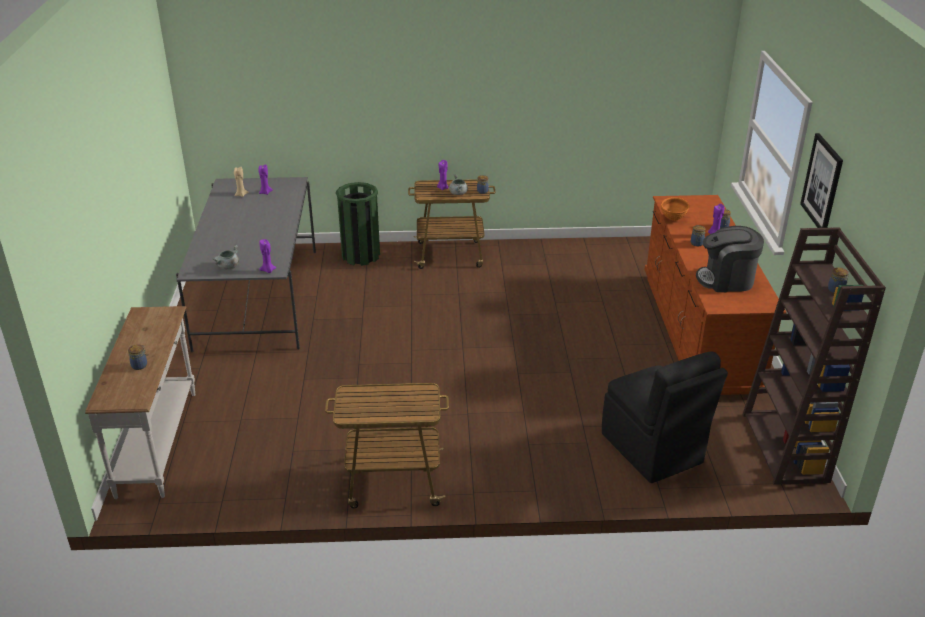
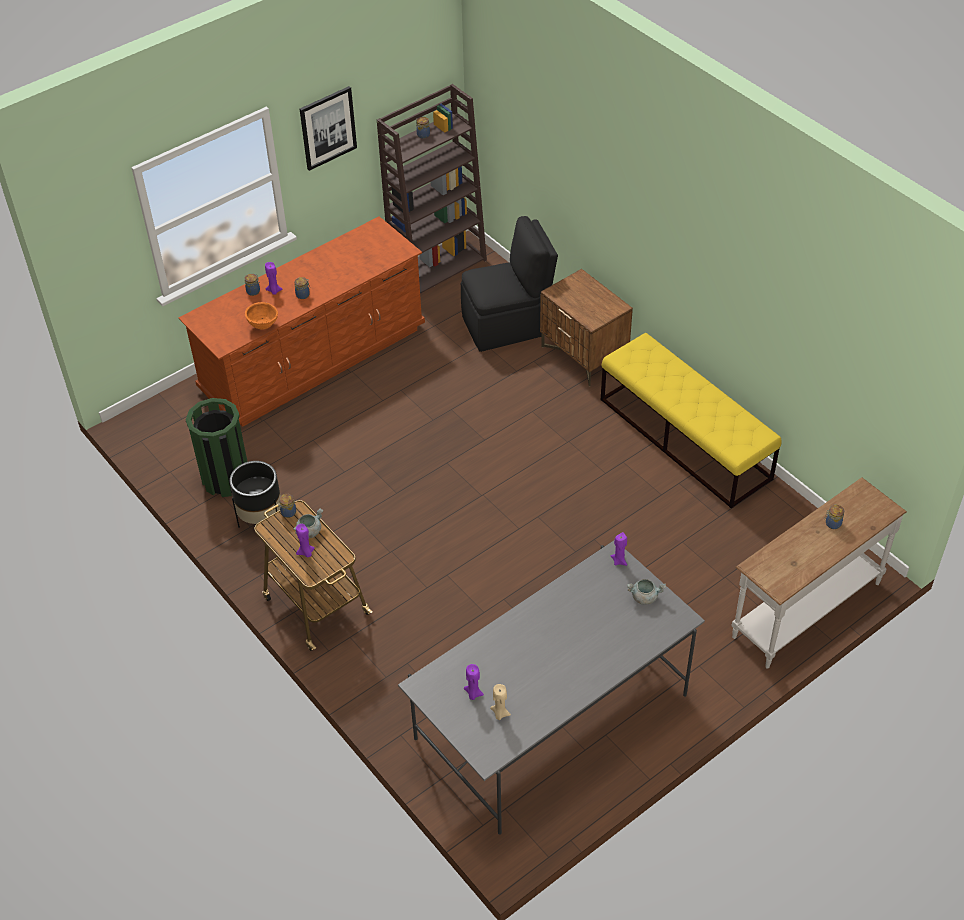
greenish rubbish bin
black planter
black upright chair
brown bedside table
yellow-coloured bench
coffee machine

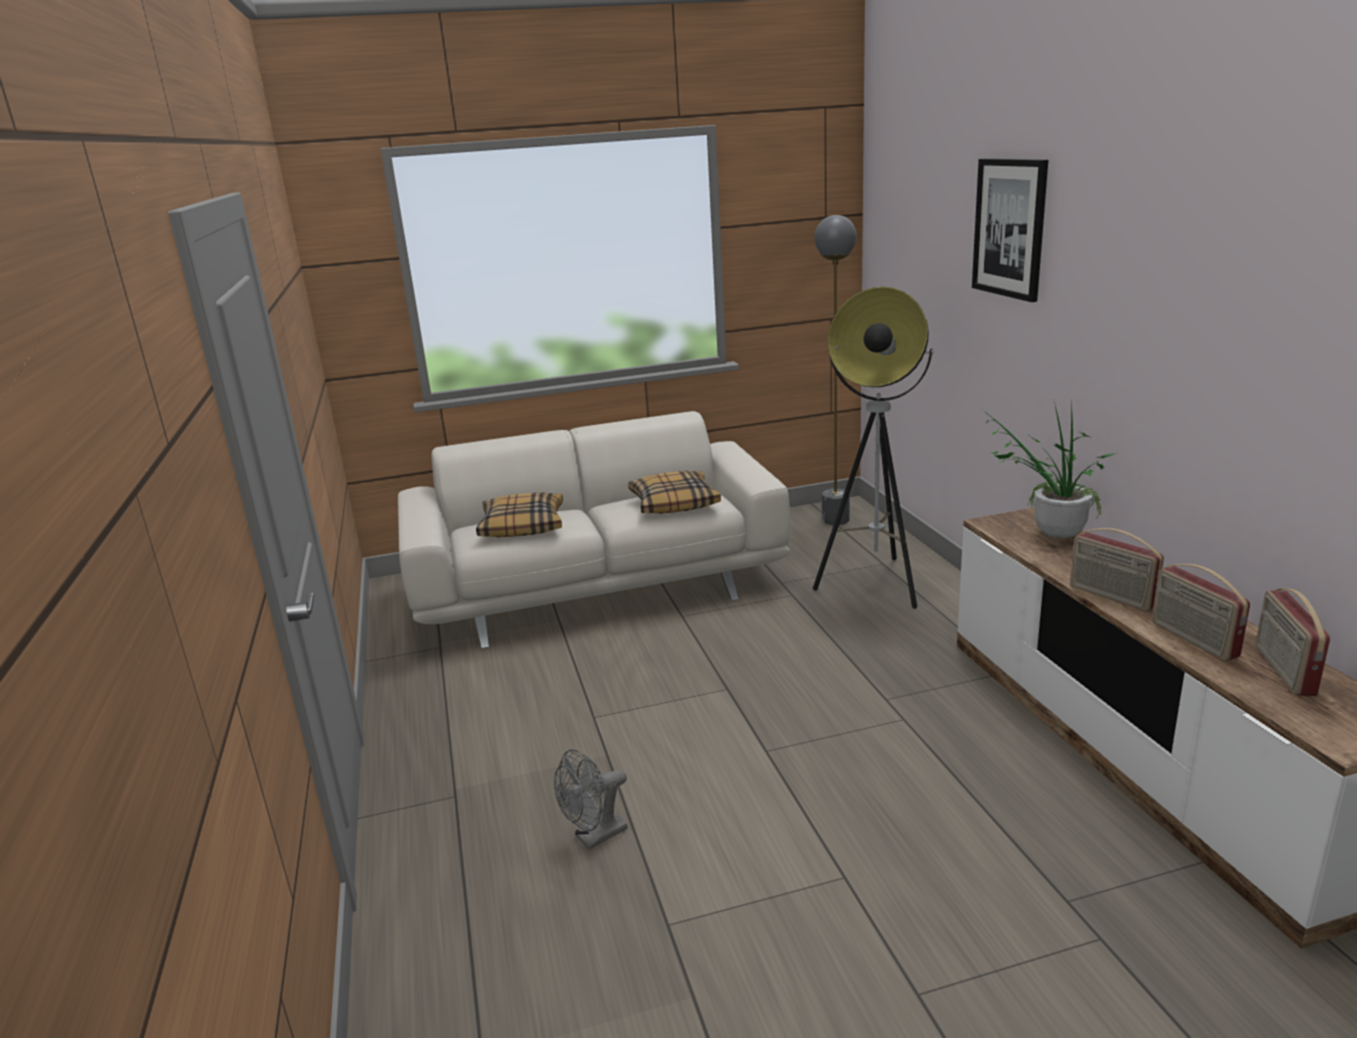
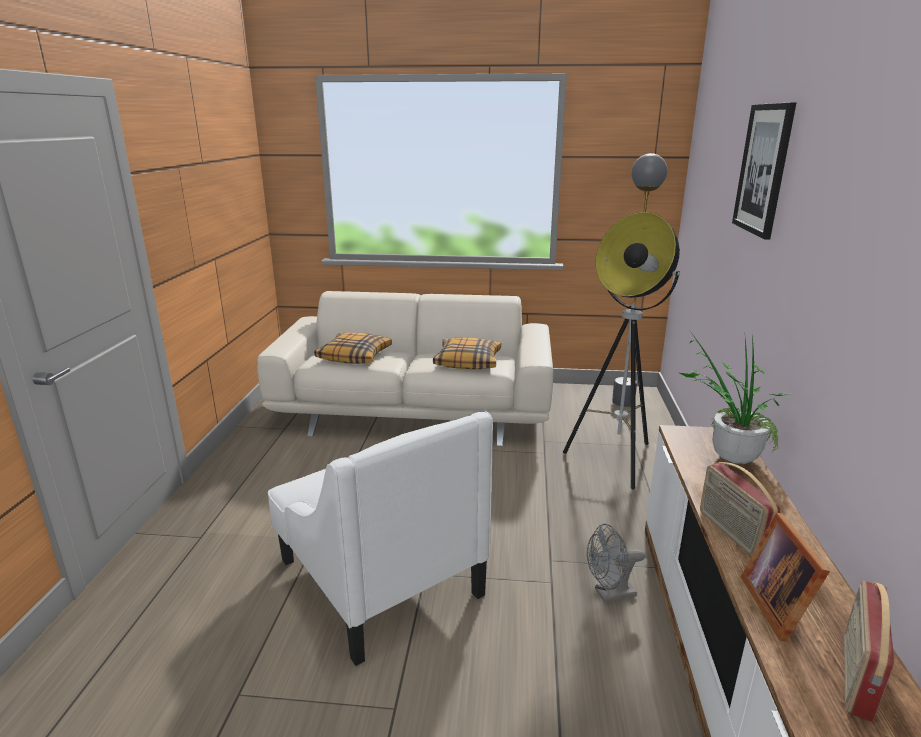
white-coloured lounge chair
greyish cooling fan
photo frame

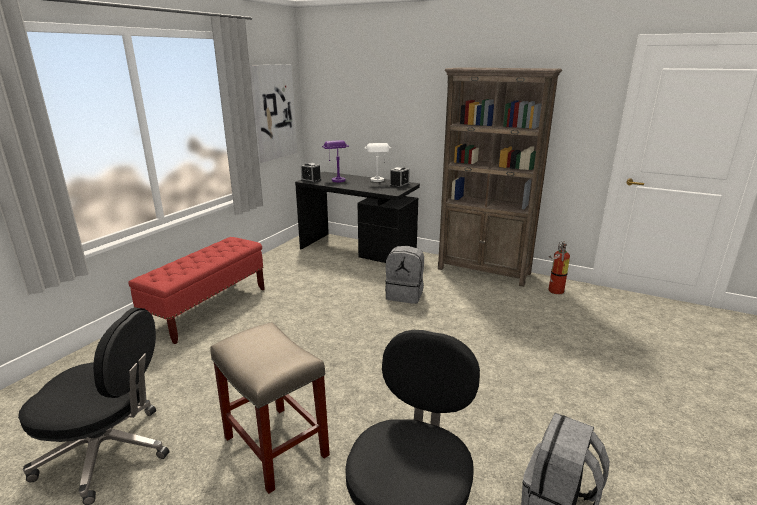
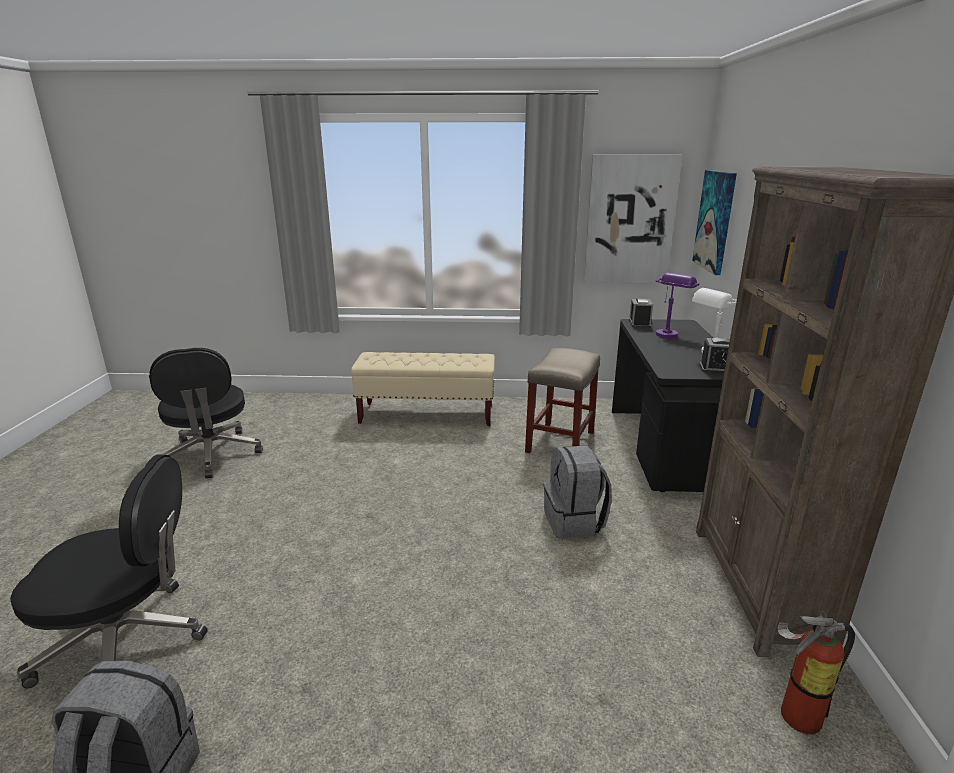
beige bench
beige stool
wall art (no. 2 from left)

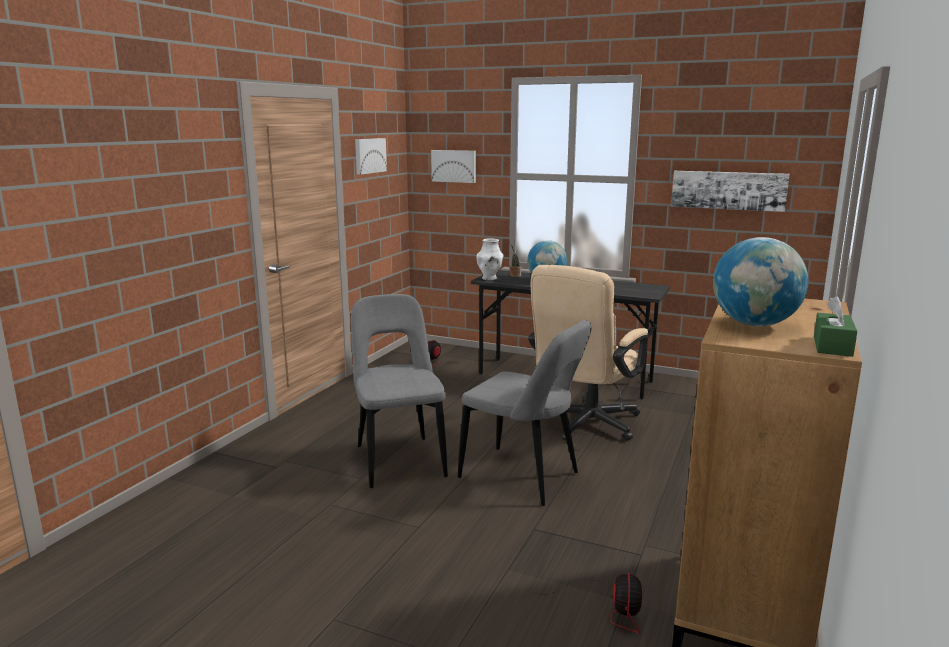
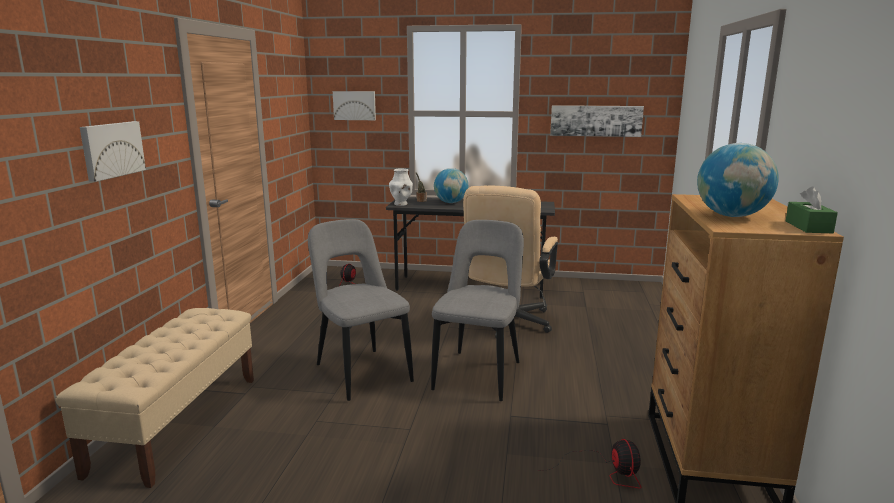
beige bench
wall art (no. 1 from left)
greyish upright chair (no. 2 from left)

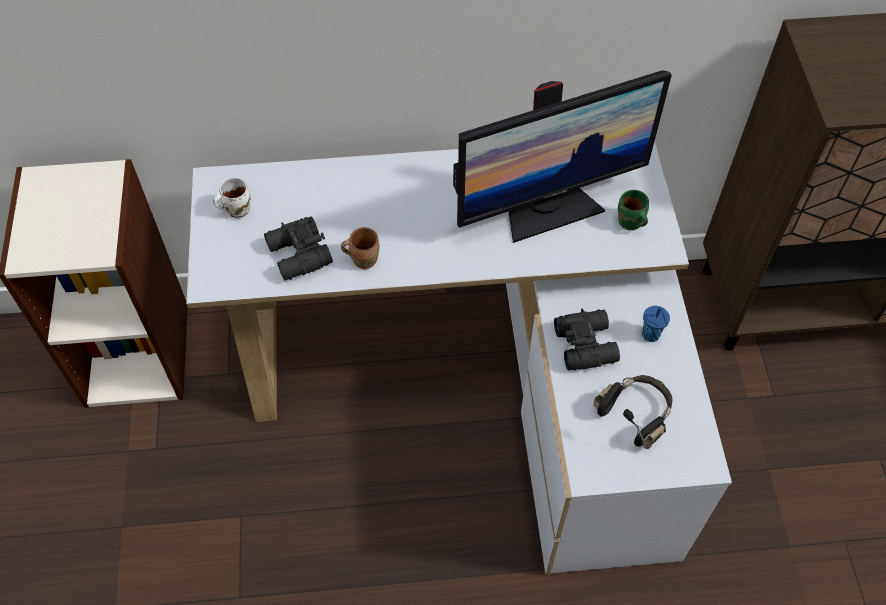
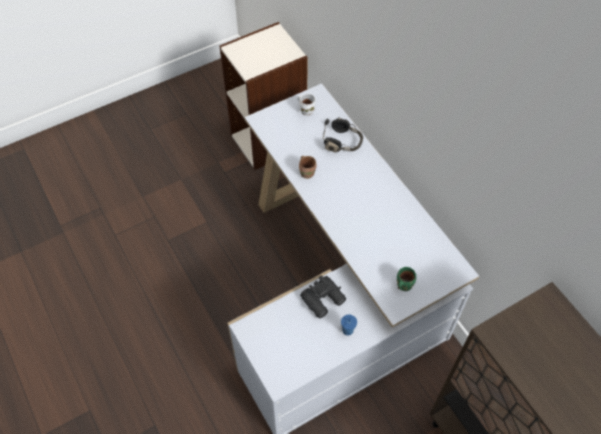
black headphones
black binoculars (no. 1 from left in the first image)
computer screen

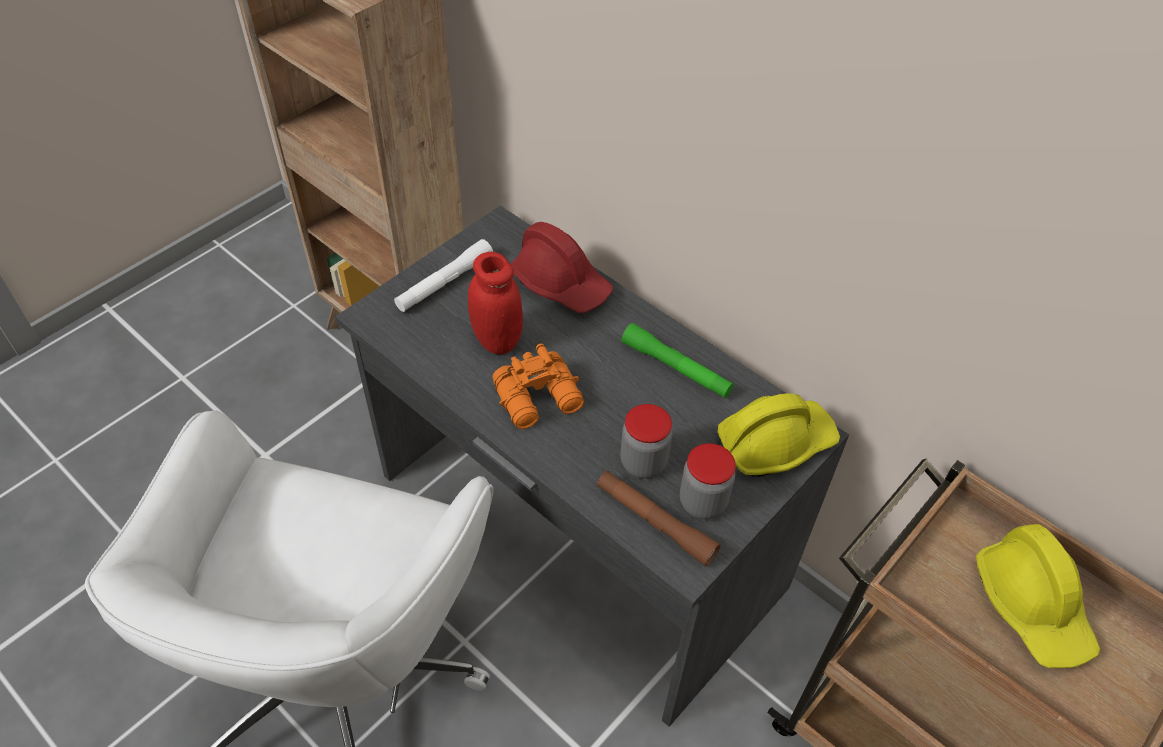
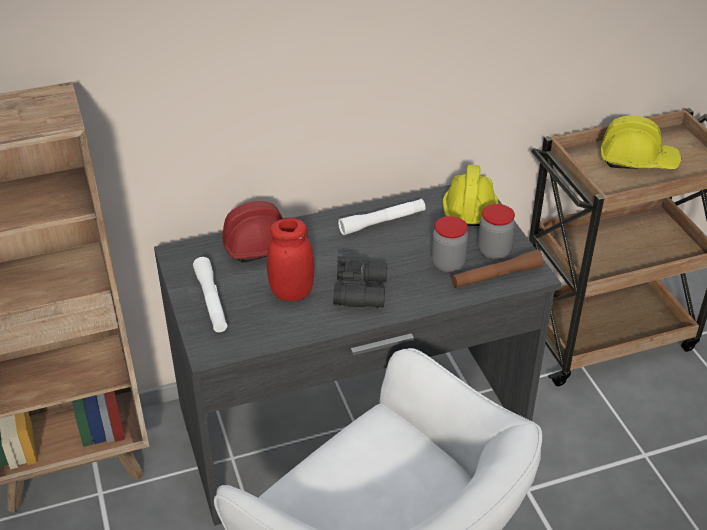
black binoculars
white-coloured flashlight (no. 2 from left)

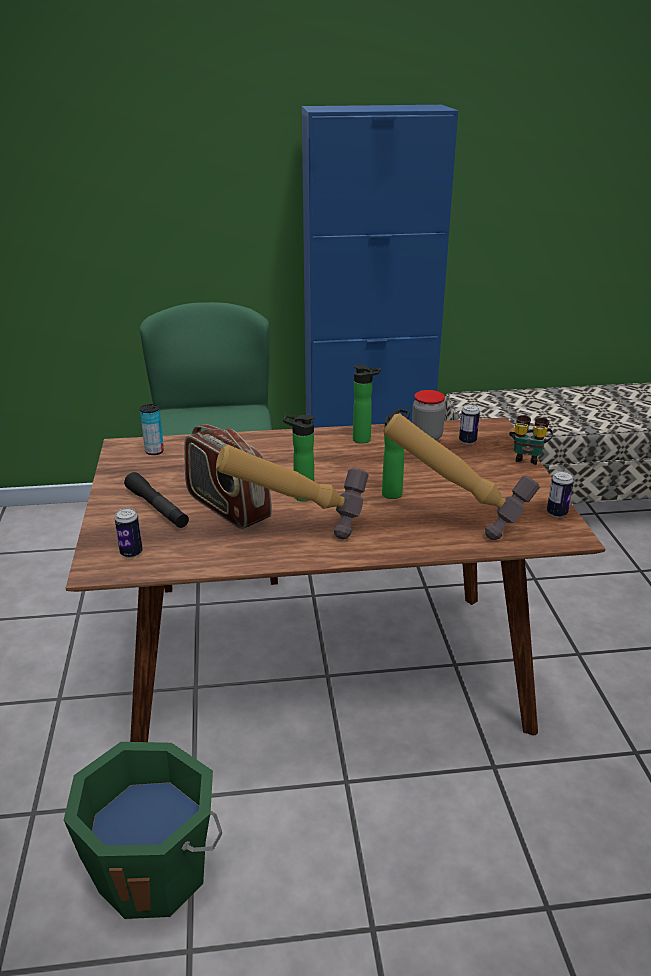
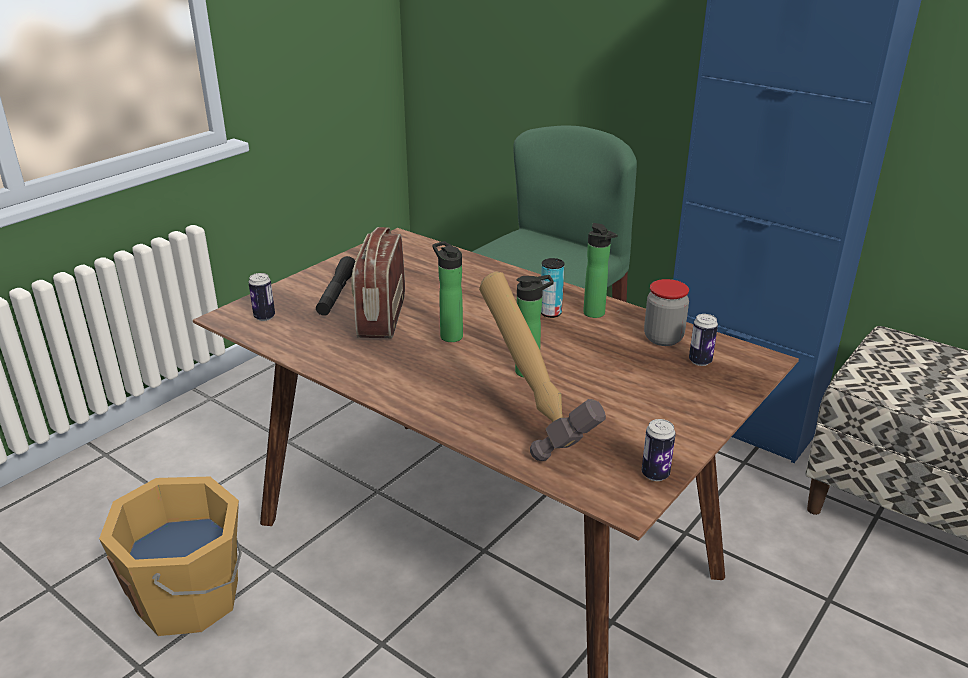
orange bucket
sealed can (no. 2 from left)
hammer (no. 1 from left in the first image)
binoculars

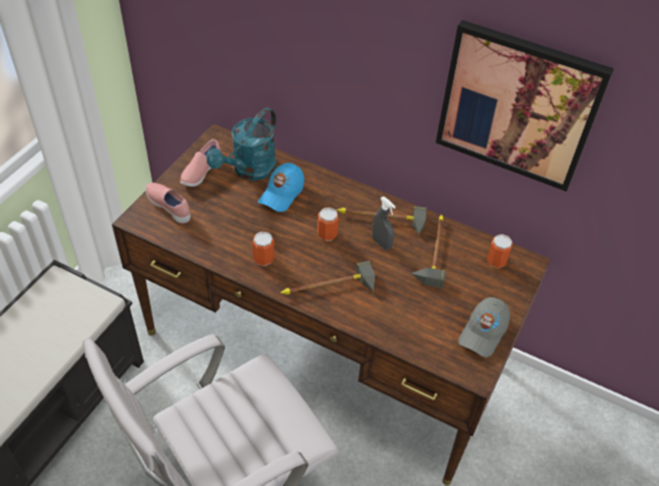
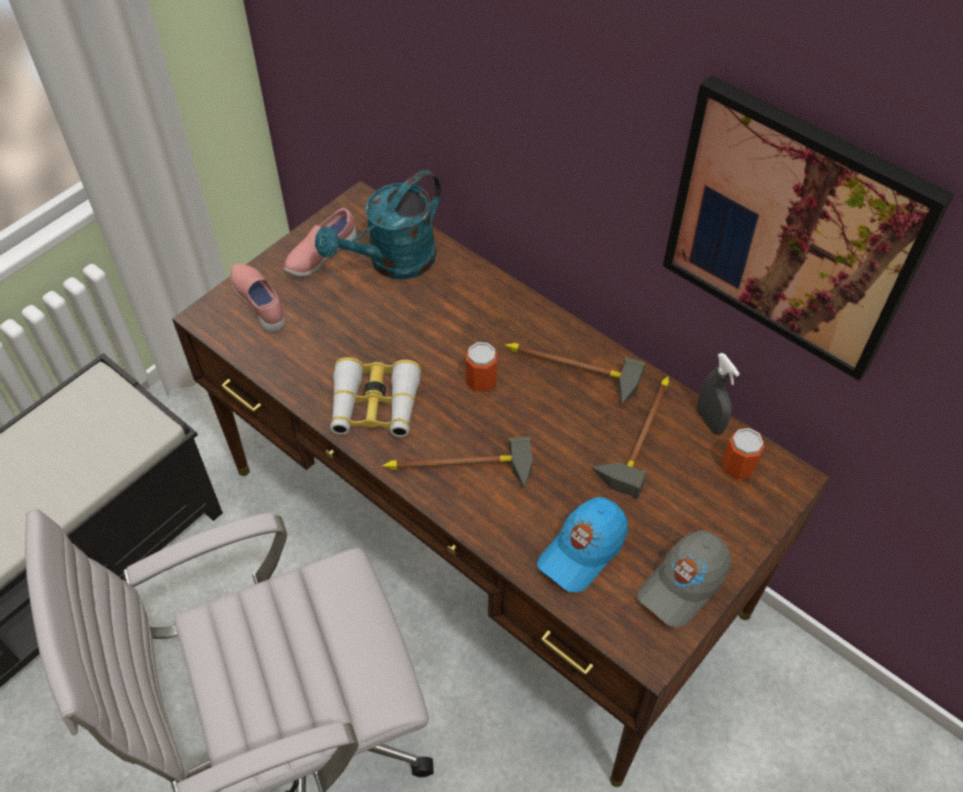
binoculars
bluish cap
greyish hand sprayer

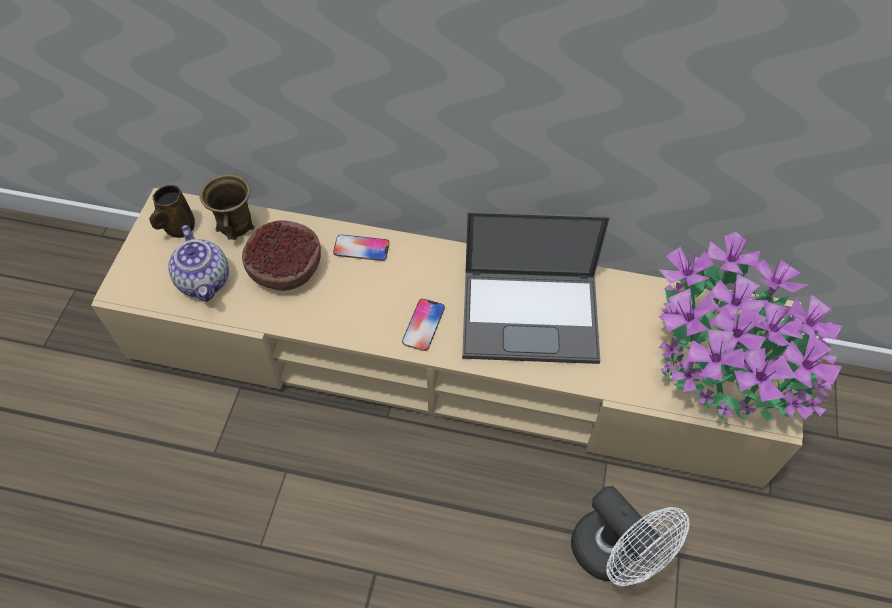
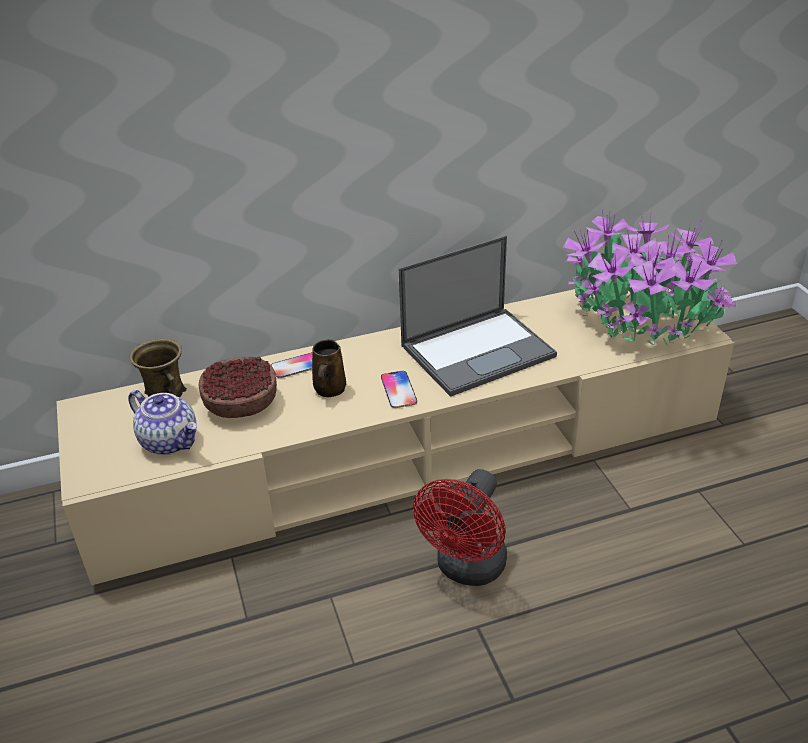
brown tea mug (no. 2 from left)
red-coloured cooling fan
white-coloured cooling fan

